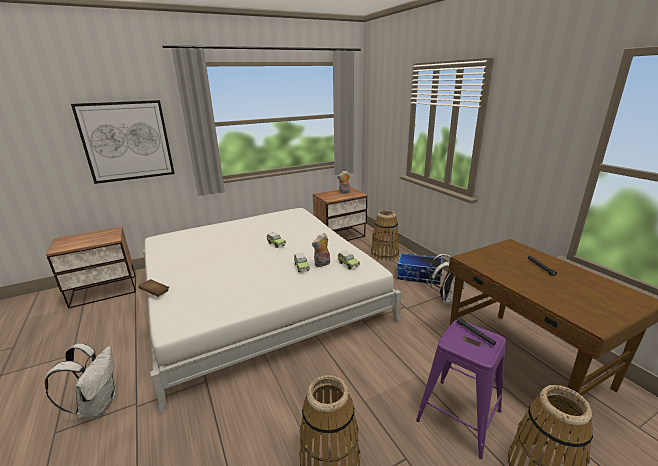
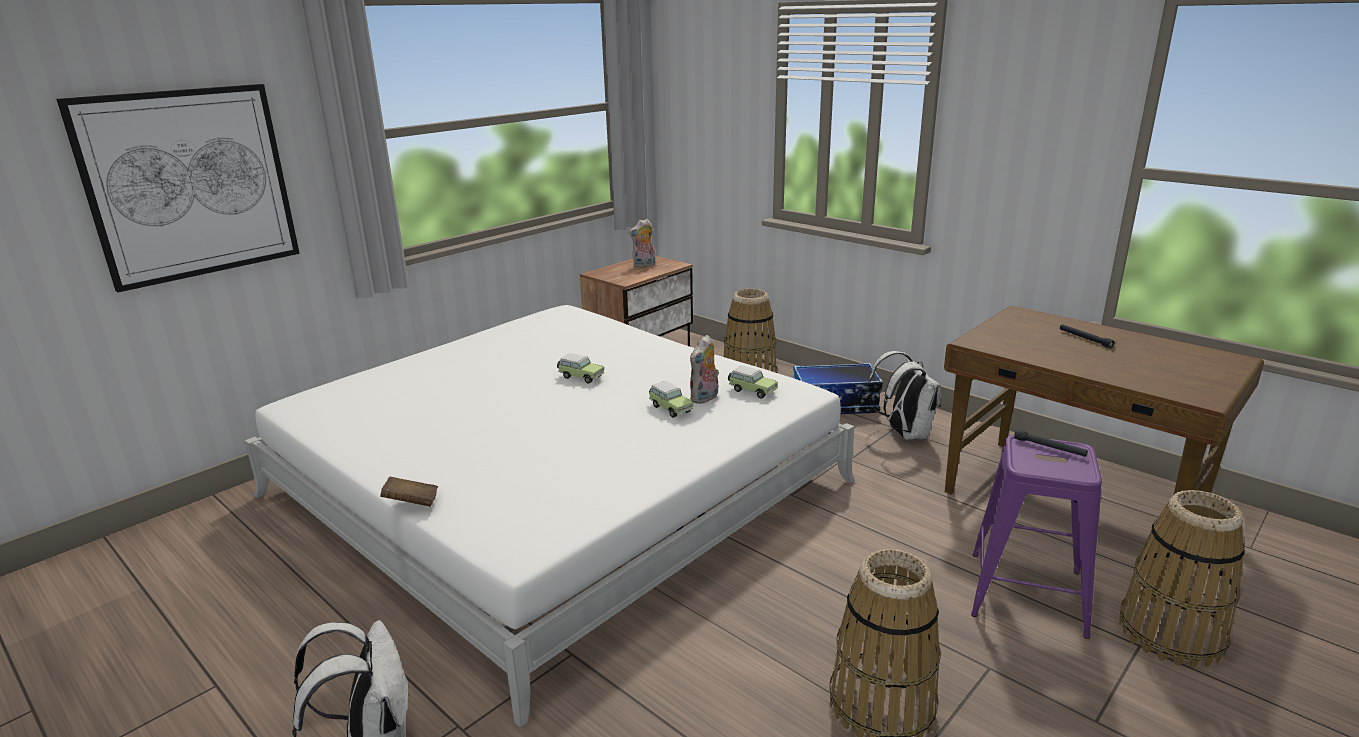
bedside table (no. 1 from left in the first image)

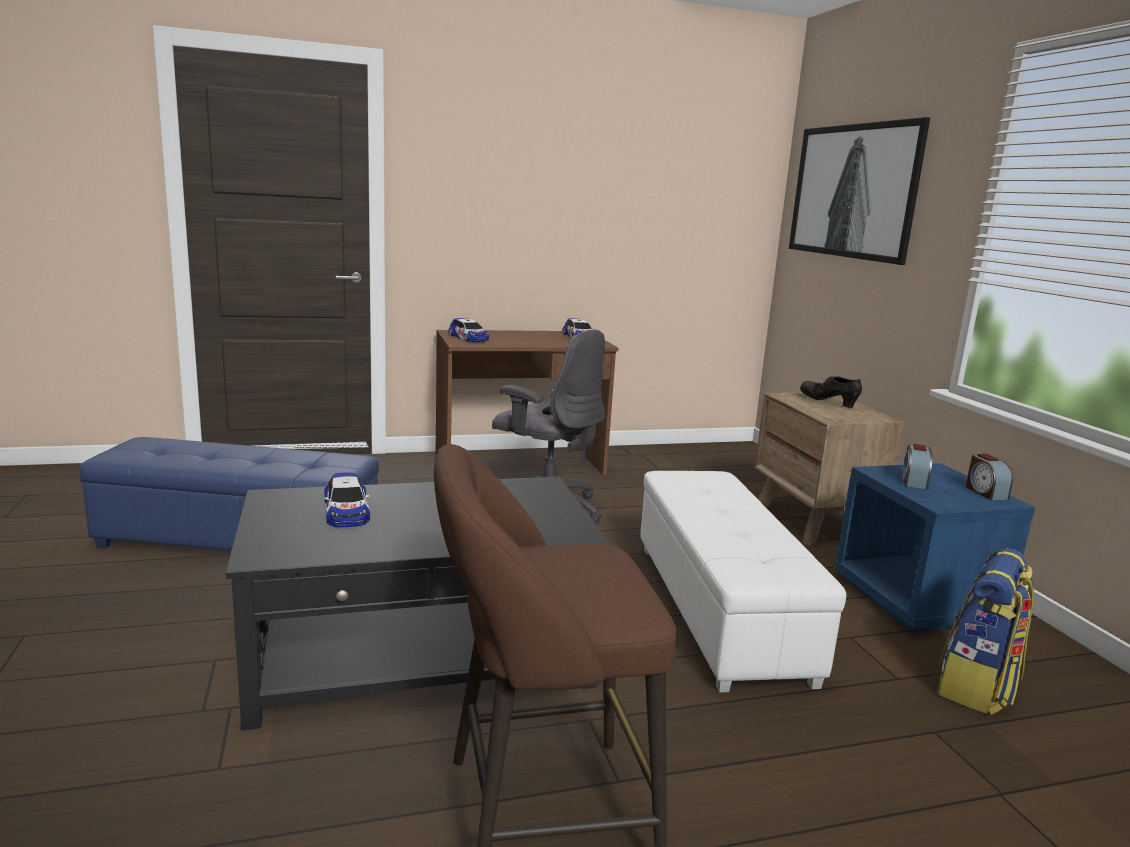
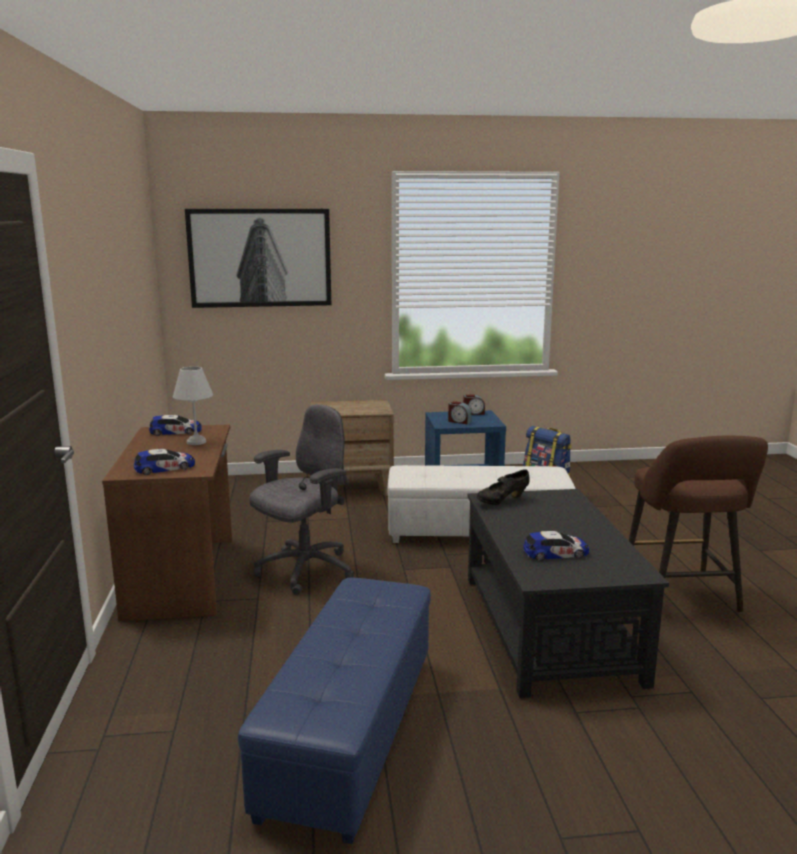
white-coloured lamp for a table
black shoe

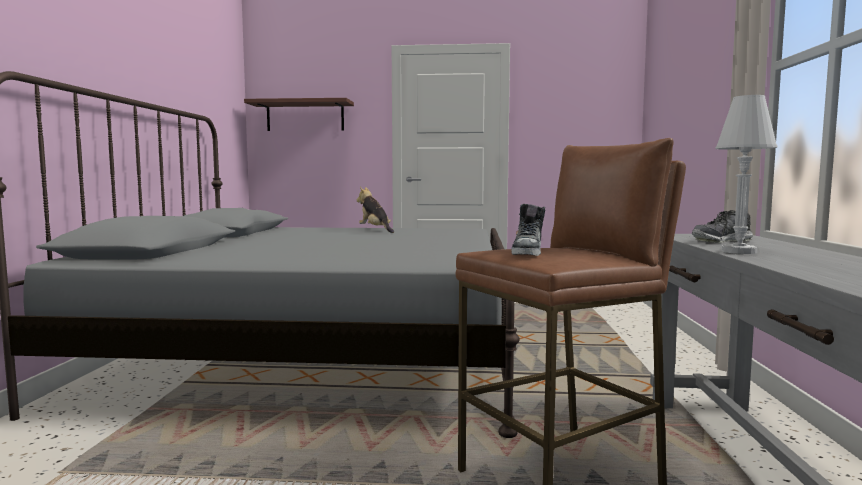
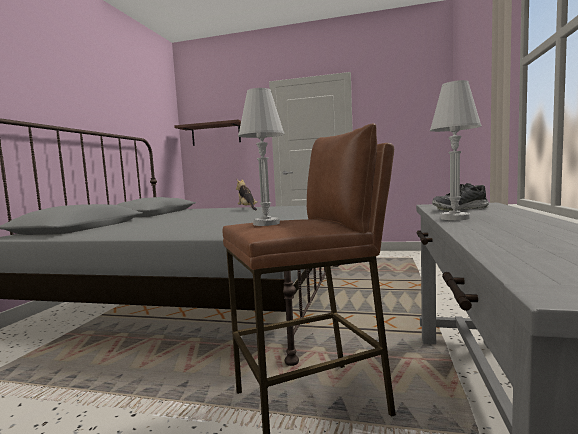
white-coloured lamp for a table (no. 1 from left)

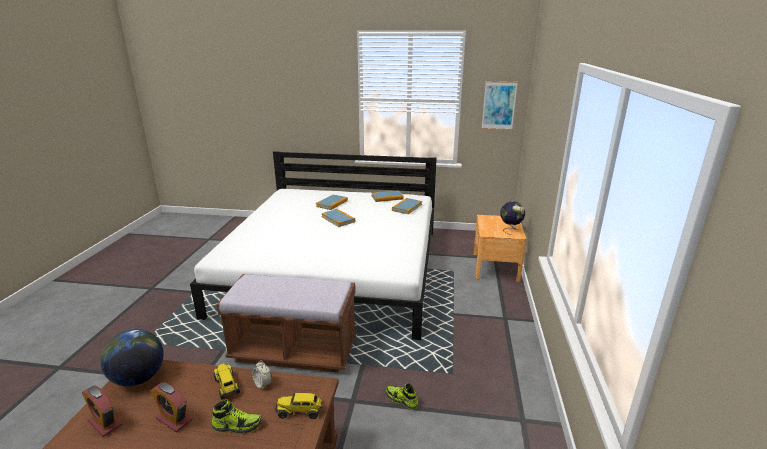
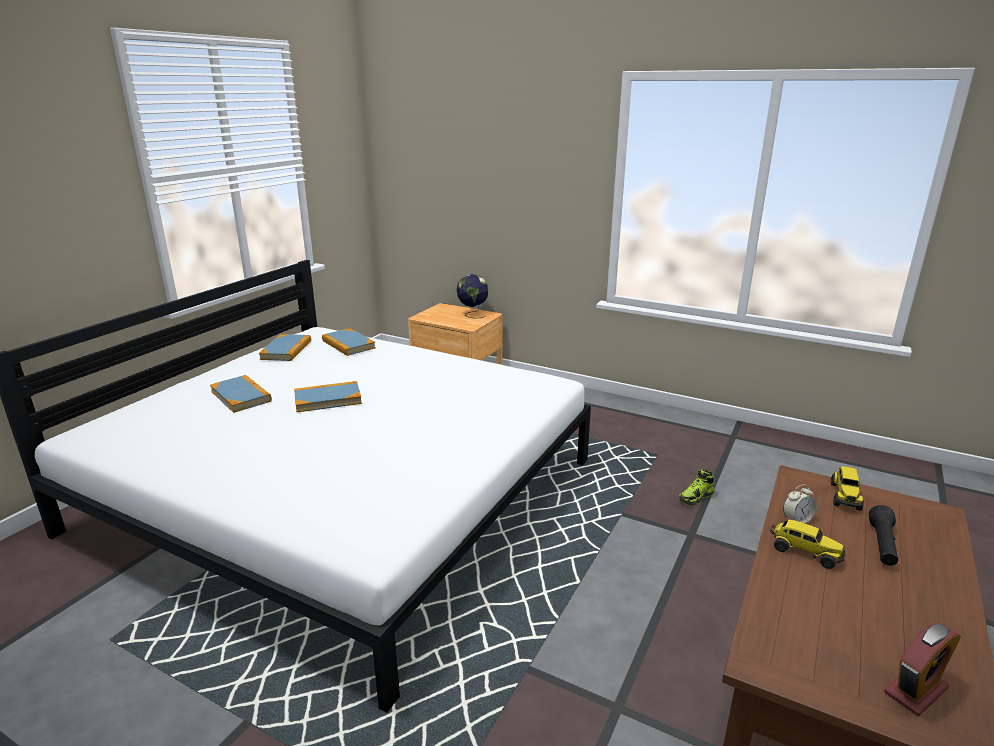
model truck (no. 1 from left)
black flashlight
world globe (no. 1 from left in the first image)
table clock (no. 2 from left in the first image)
brown bench
wall art

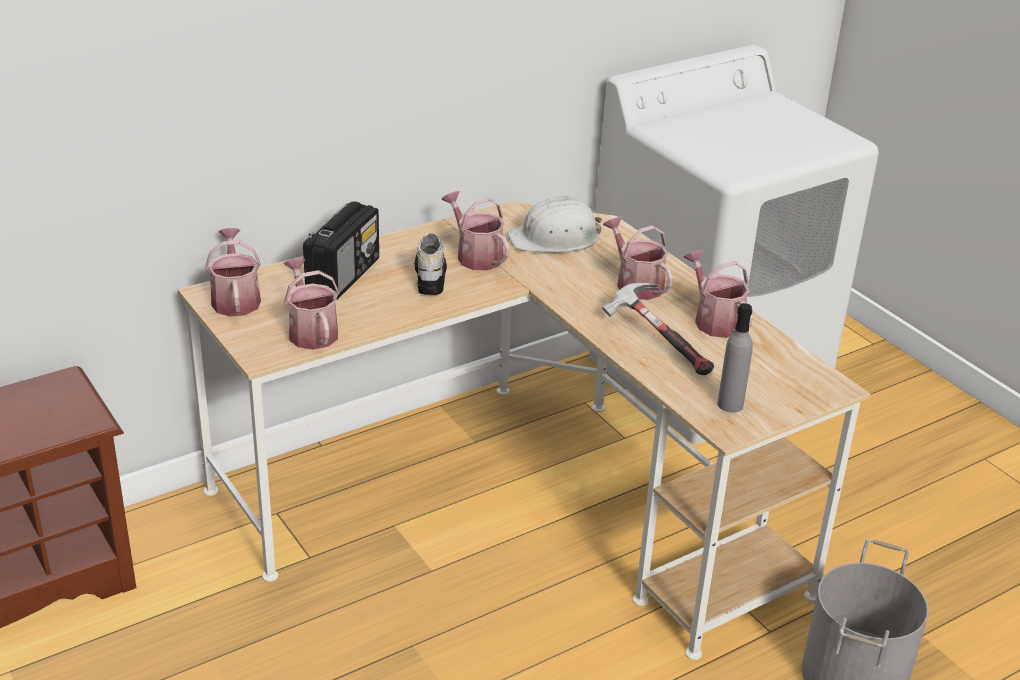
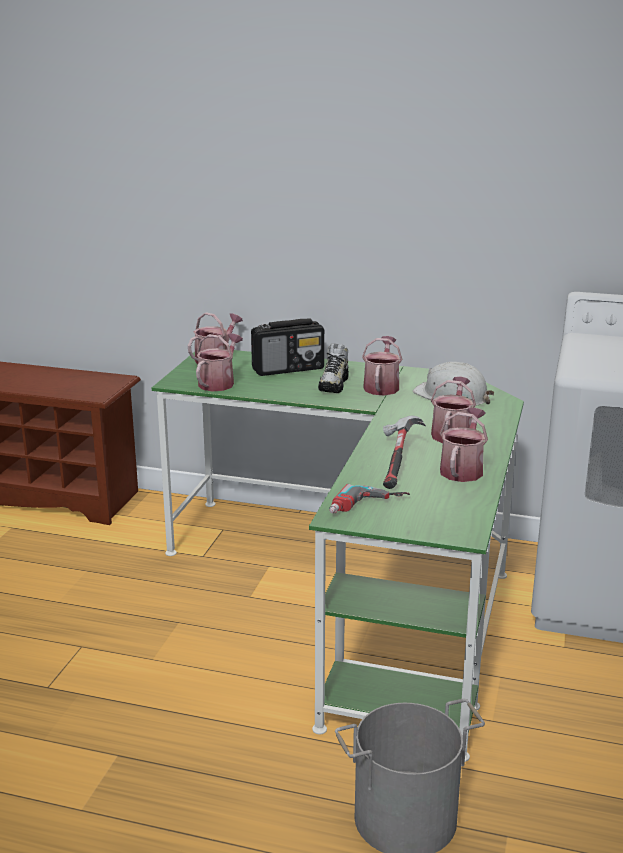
greenish desk
shoe
power drill

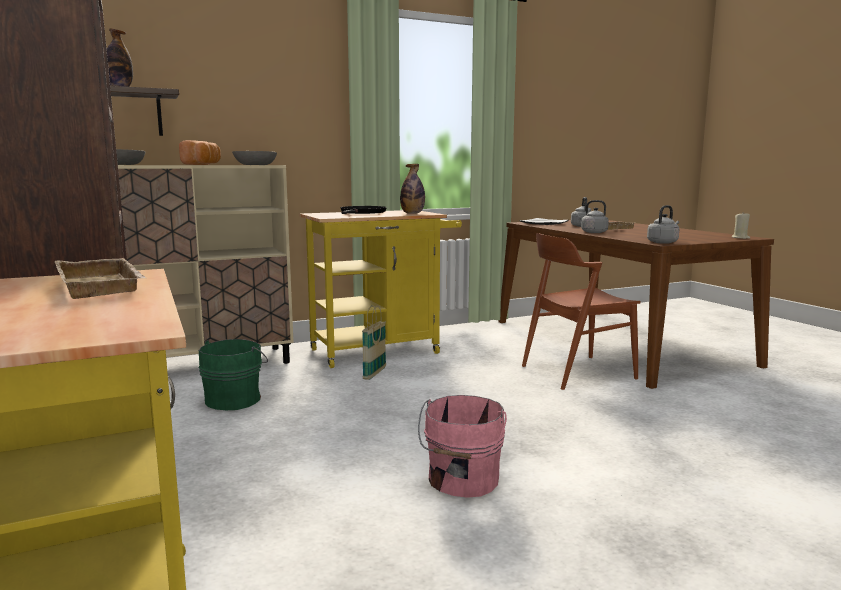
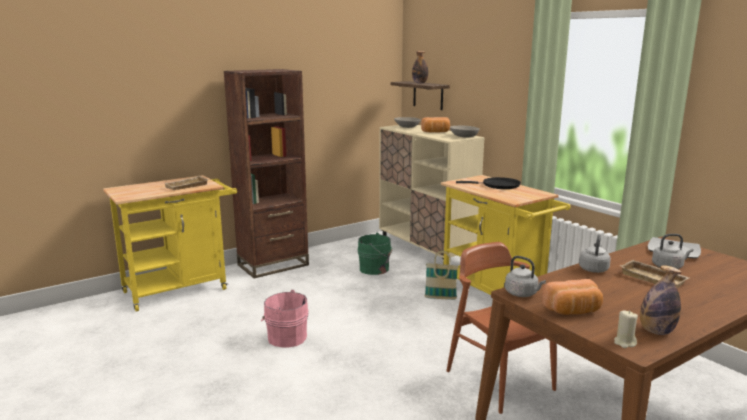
bakery bread (no. 2 from left)
drink bottle (no. 2 from left)

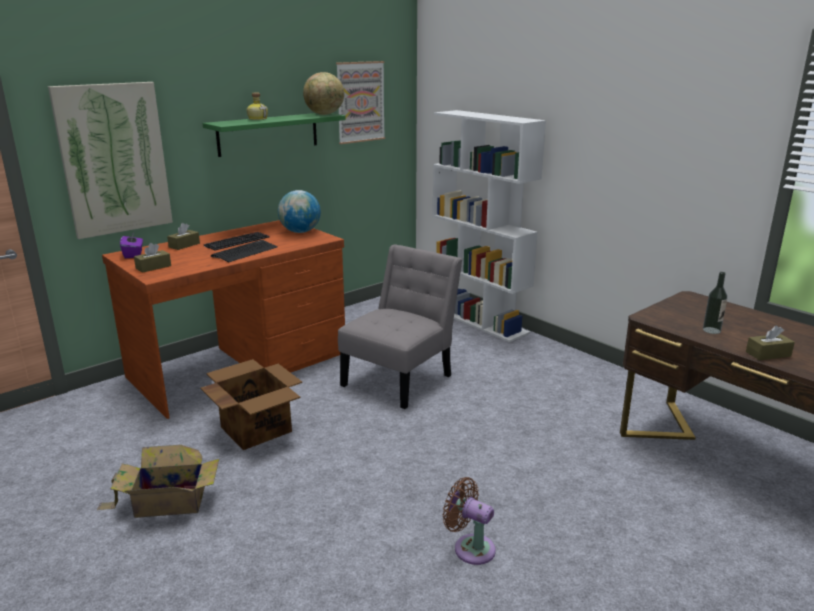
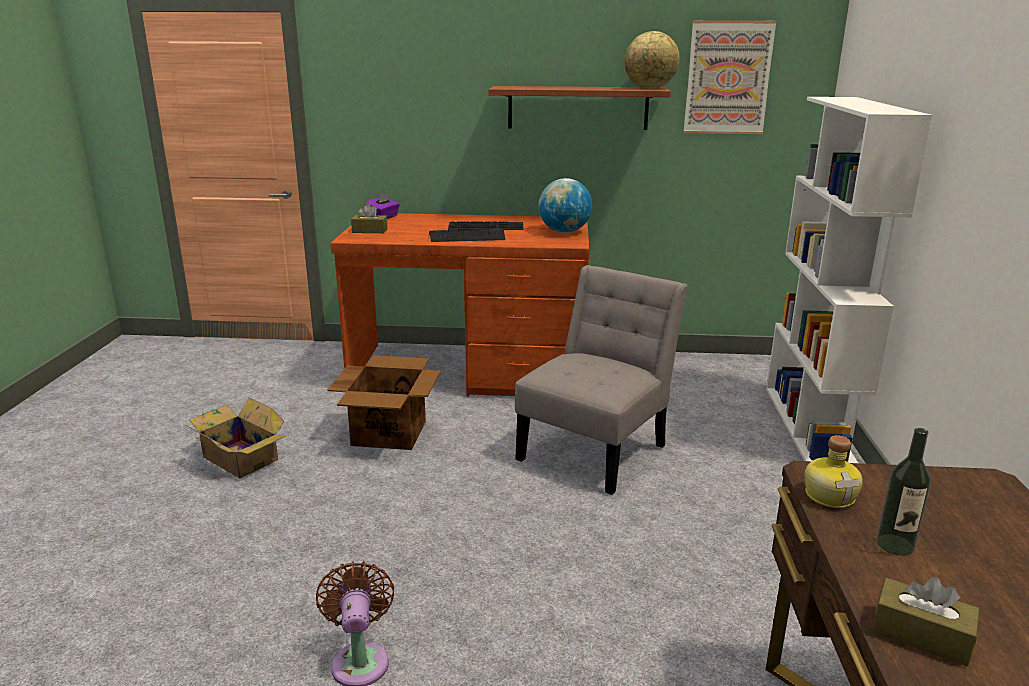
brown wall shelf
greyish upright chair
drink bottle (no. 1 from left)
wall art (no. 1 from left in the first image)
brown tissue box (no. 2 from left in the first image)

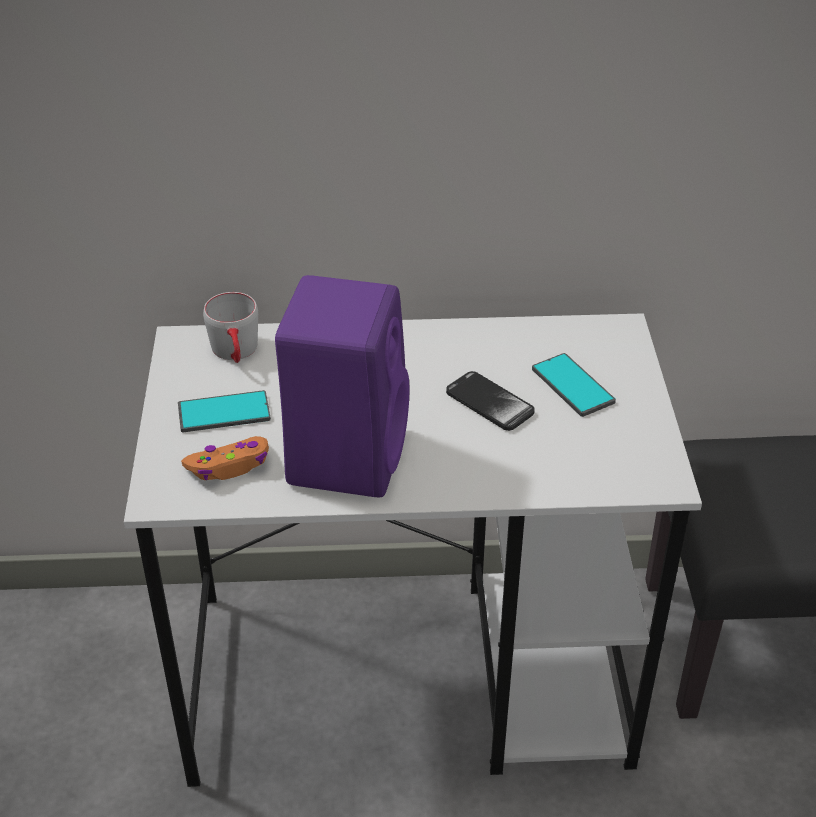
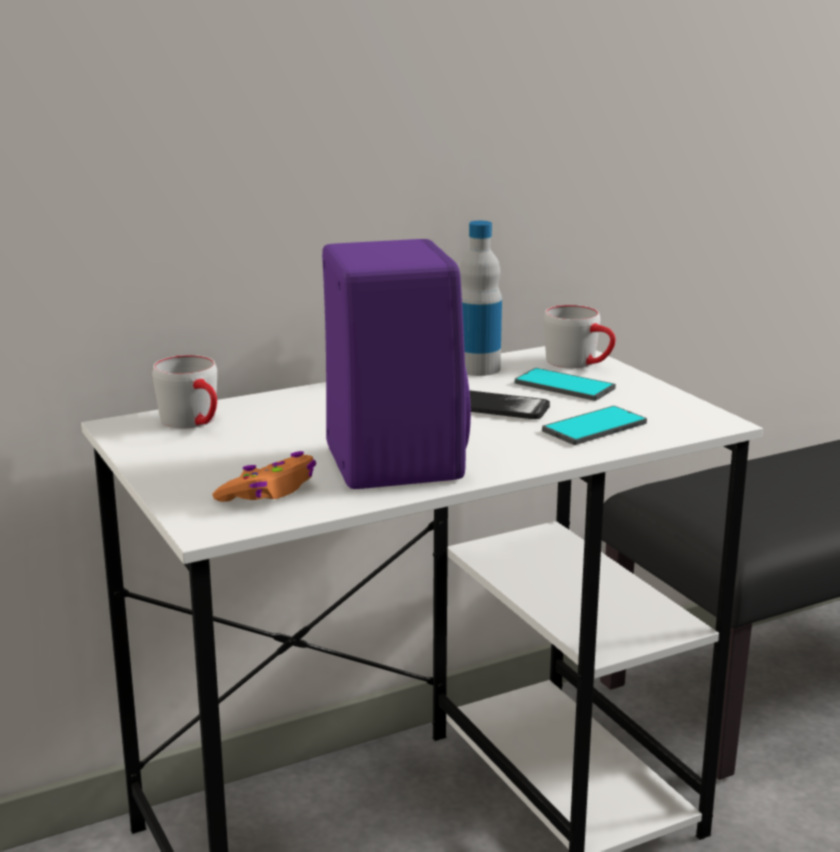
drink bottle
phone (no. 3 from left)
greyish tea mug (no. 2 from left)

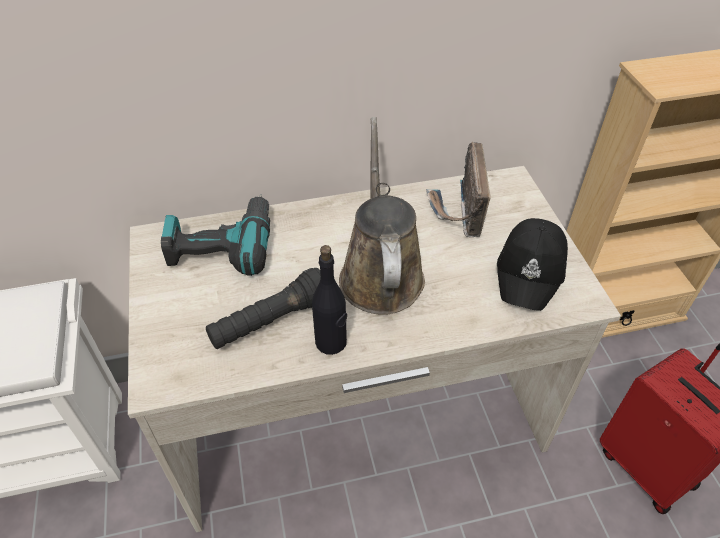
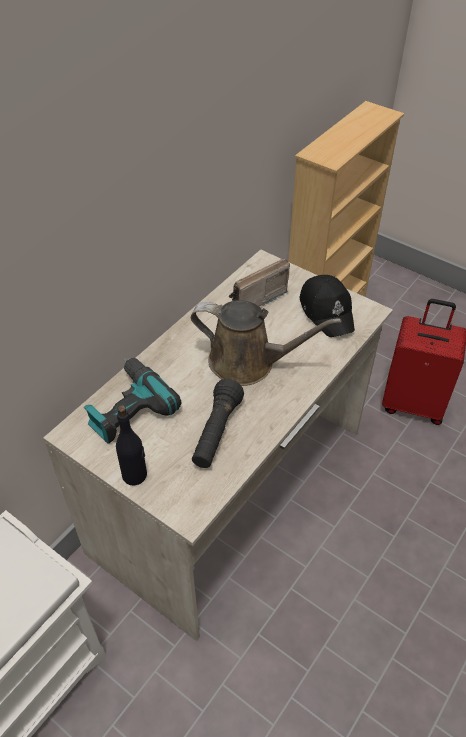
black drink bottle
brown watering pot
radio

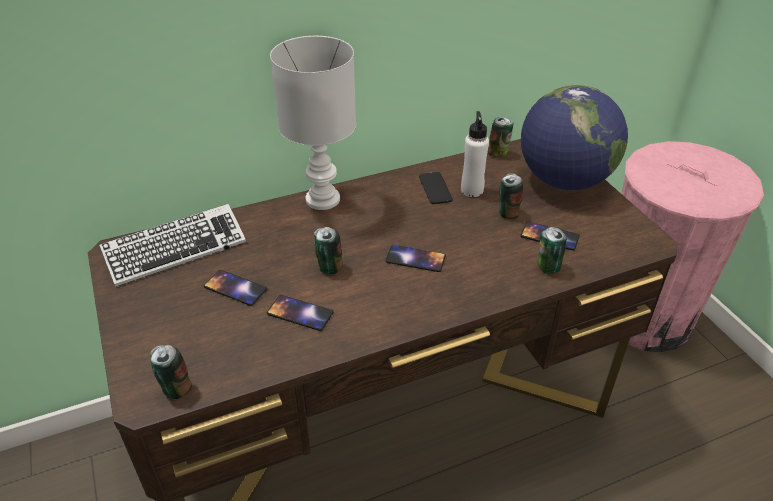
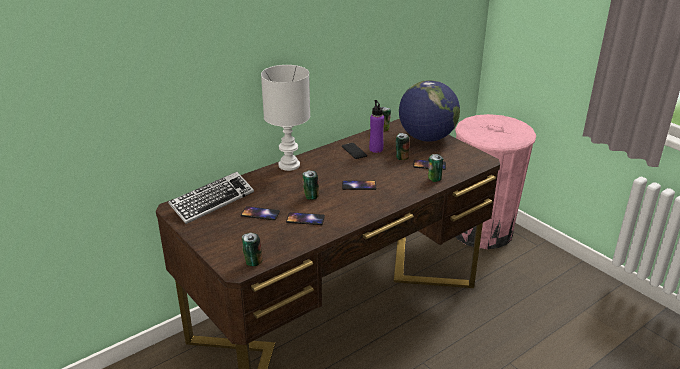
purplish drink bottle

